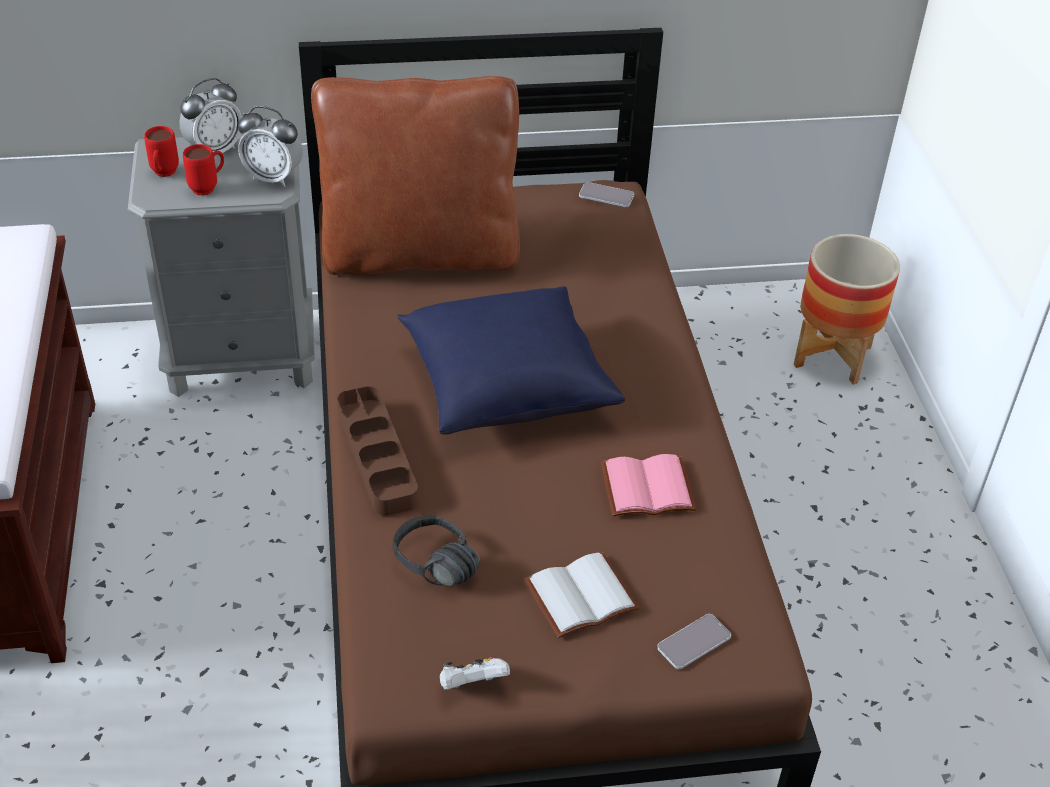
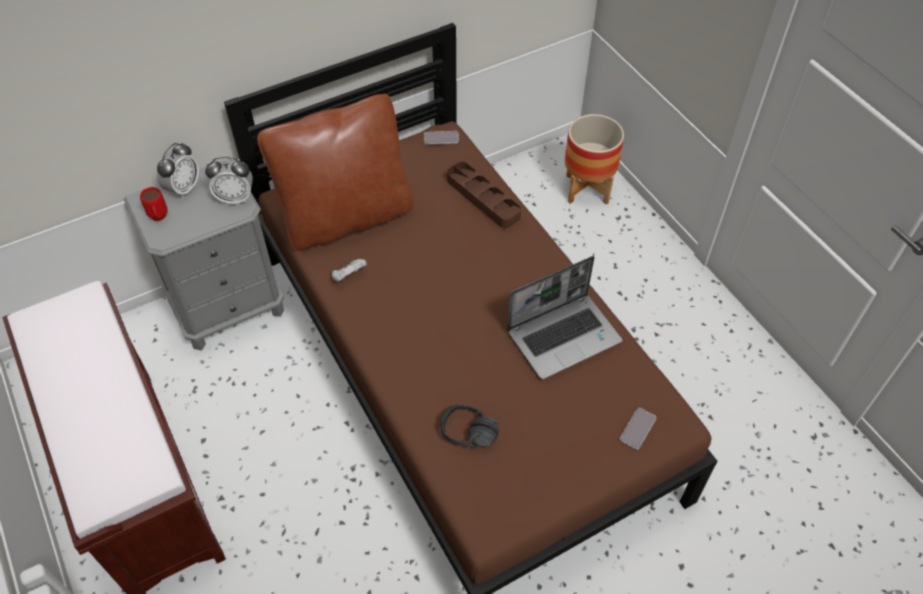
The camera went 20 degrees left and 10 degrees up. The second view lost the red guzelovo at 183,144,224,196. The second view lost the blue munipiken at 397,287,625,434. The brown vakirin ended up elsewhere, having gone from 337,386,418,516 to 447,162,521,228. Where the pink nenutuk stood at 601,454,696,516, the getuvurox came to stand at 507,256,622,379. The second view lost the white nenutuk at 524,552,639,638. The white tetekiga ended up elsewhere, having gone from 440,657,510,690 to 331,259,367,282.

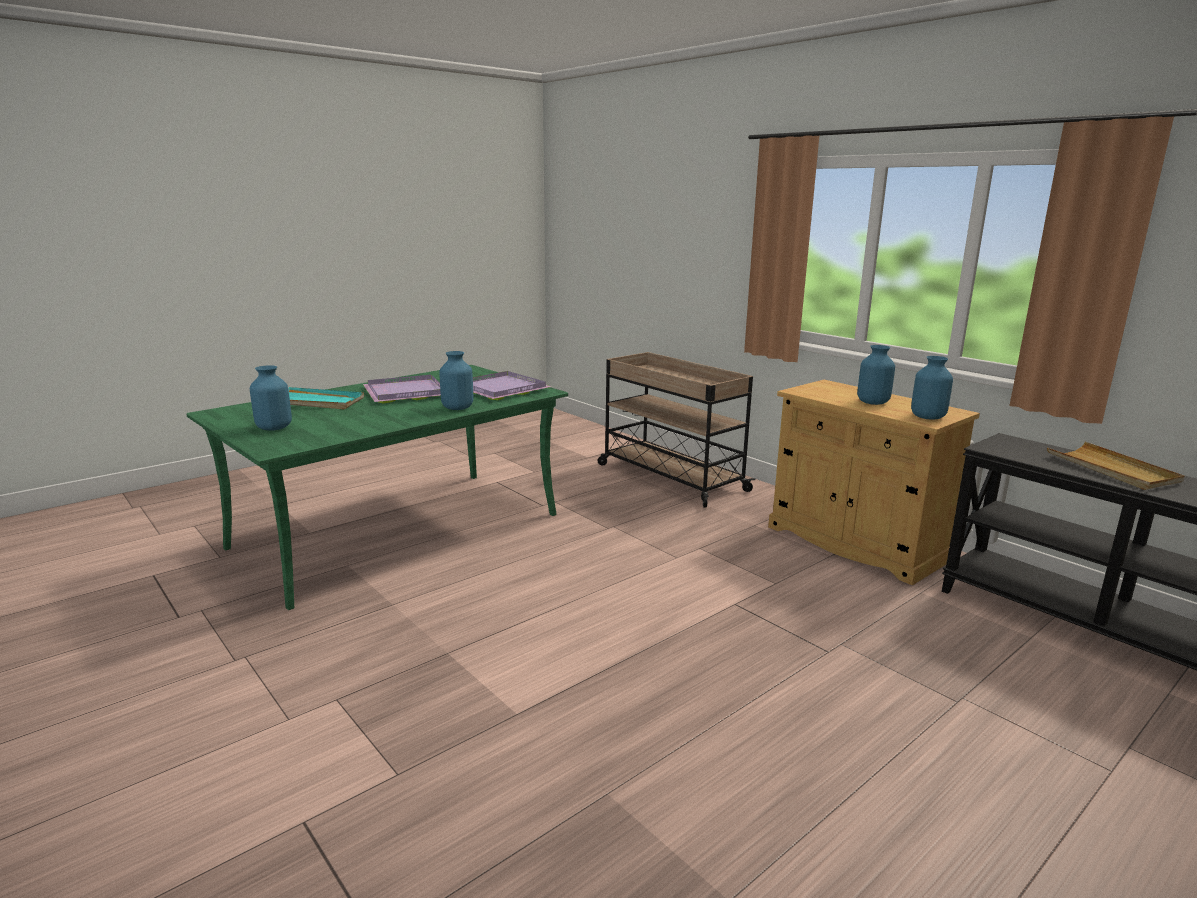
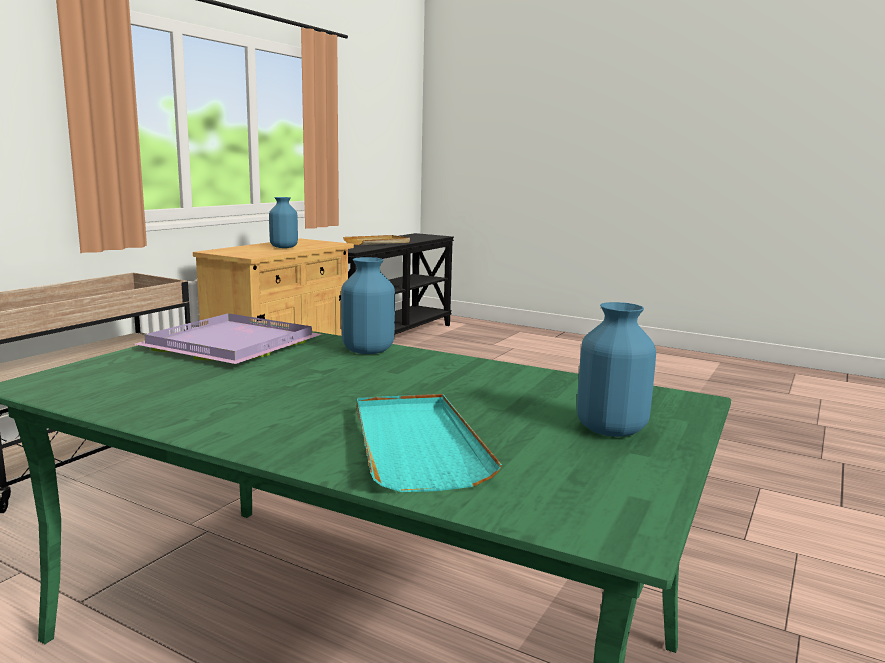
The camera went 110 degrees left and 5 degrees down. The second view lost the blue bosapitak at 911,356,953,420. The second view lost the purple vakirin at 363,375,441,404.

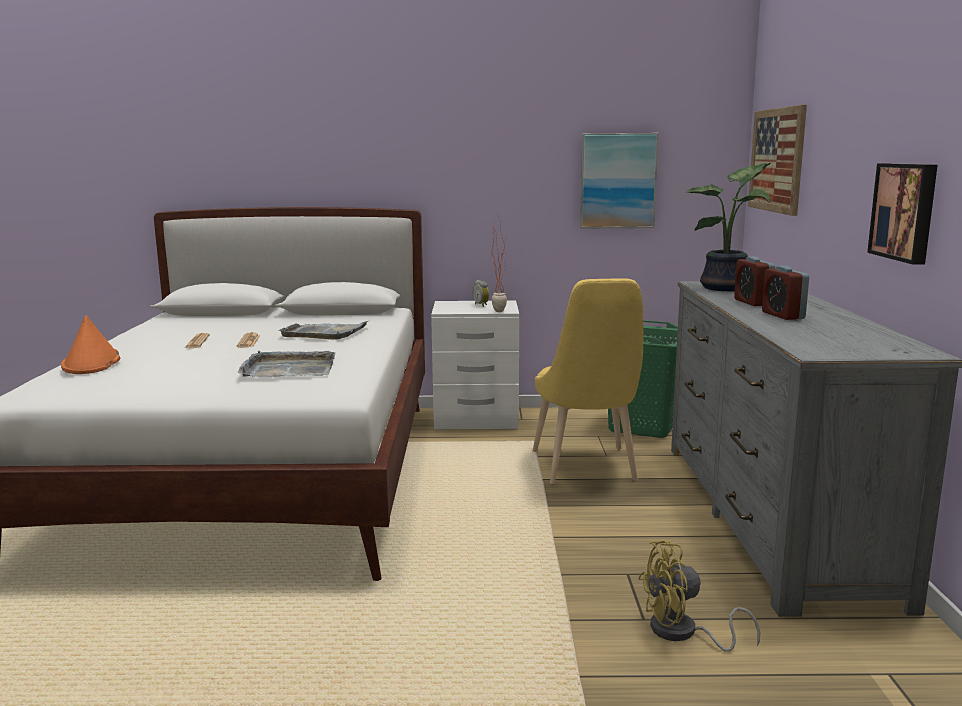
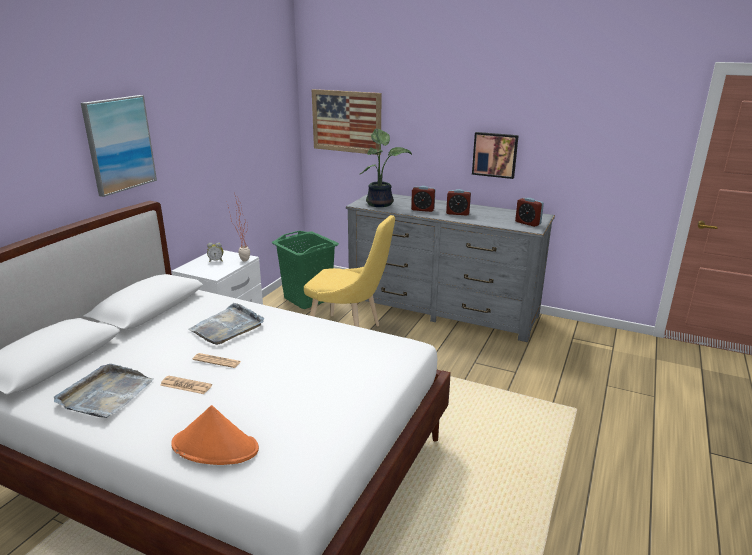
The camera went 65 degrees left and 10 degrees up. The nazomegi ended up elsewhere, having gone from 580,133,659,229 to 81,95,157,197. The grey vakirin ended up elsewhere, having gone from 238,350,335,377 to 54,364,154,418. The second view lost the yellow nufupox at 638,540,760,652. The second view gained the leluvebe at 515,198,544,227.

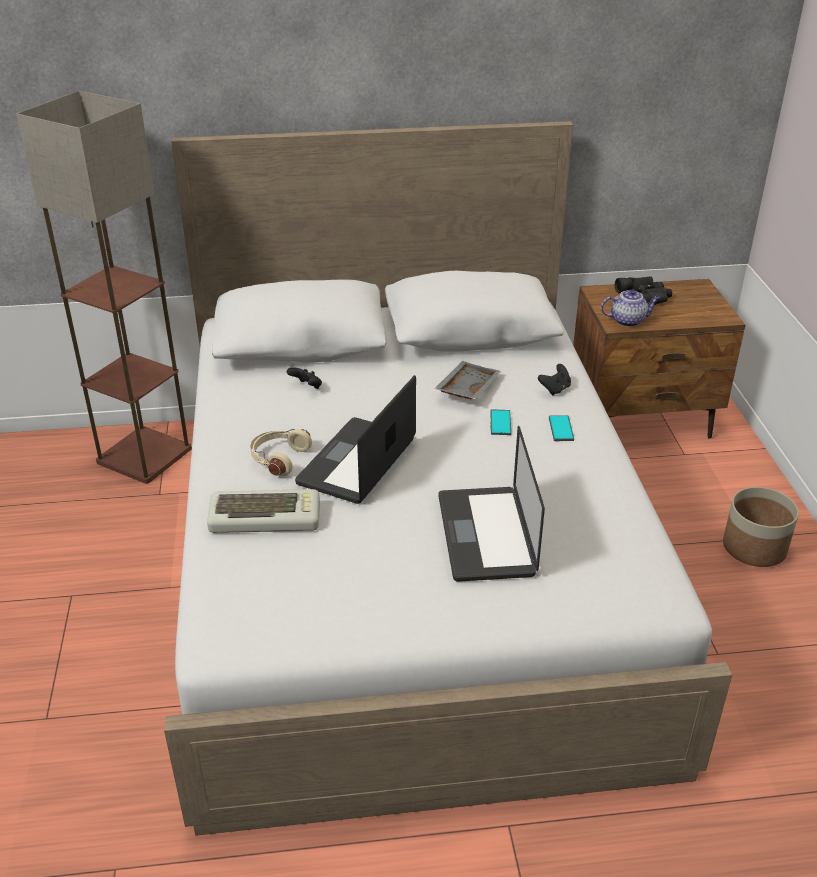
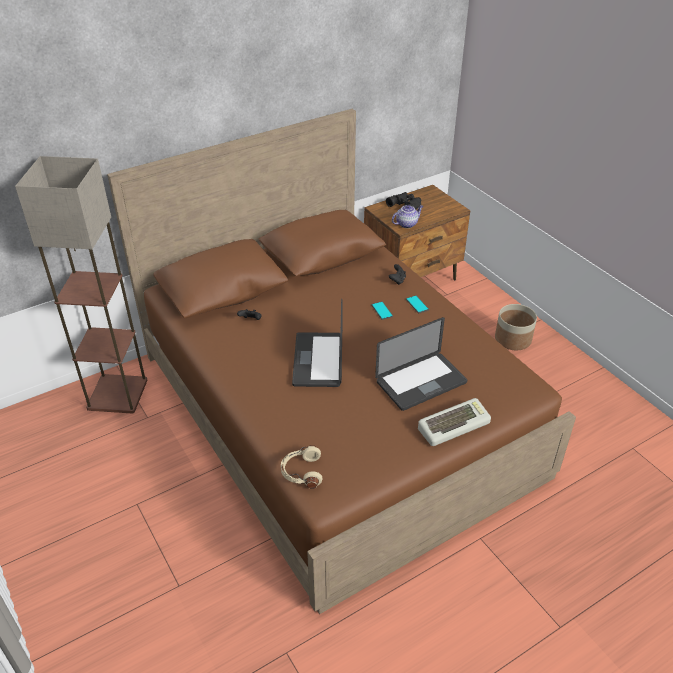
The camera went 25 degrees left and 5 degrees up. What was the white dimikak at 164,121,732,836 turned into the brown dimikak at 107,109,576,614. The second view lost the grey vakirin at 434,361,502,400. The getuvurox at 439,426,545,582 ended up facing another way, 90 degrees counterclockwise from before. The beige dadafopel ended up elsewhere, having gone from 250,429,312,476 to 281,445,322,489. The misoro ended up elsewhere, having gone from 207,489,320,533 to 418,398,491,446.

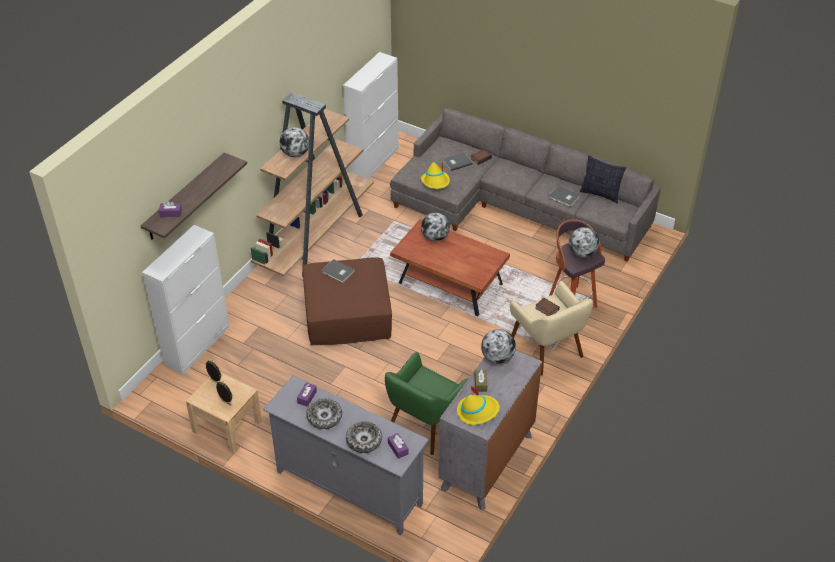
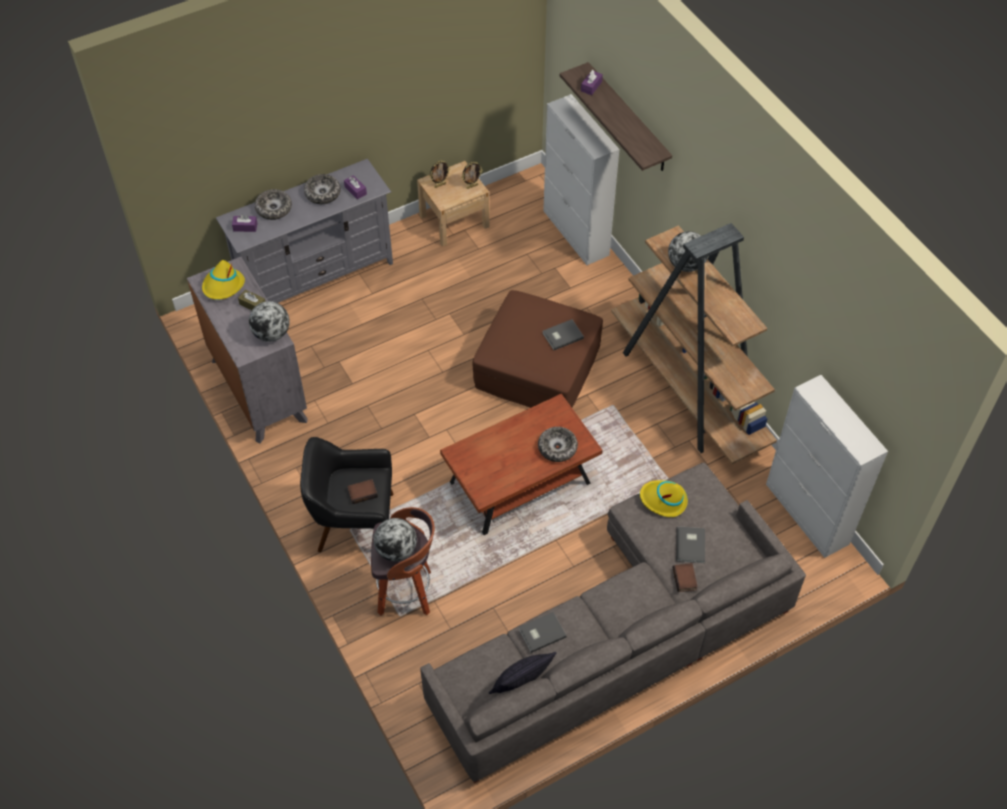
The camera went 120 degrees right and 10 degrees up. Where the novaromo stood at 421,213,450,242, the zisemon came to stand at 538,427,578,462. What was the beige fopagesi at 510,281,593,376 turned into the black fopagesi at 300,437,394,552. The second view lost the green fopagesi at 385,352,468,455.

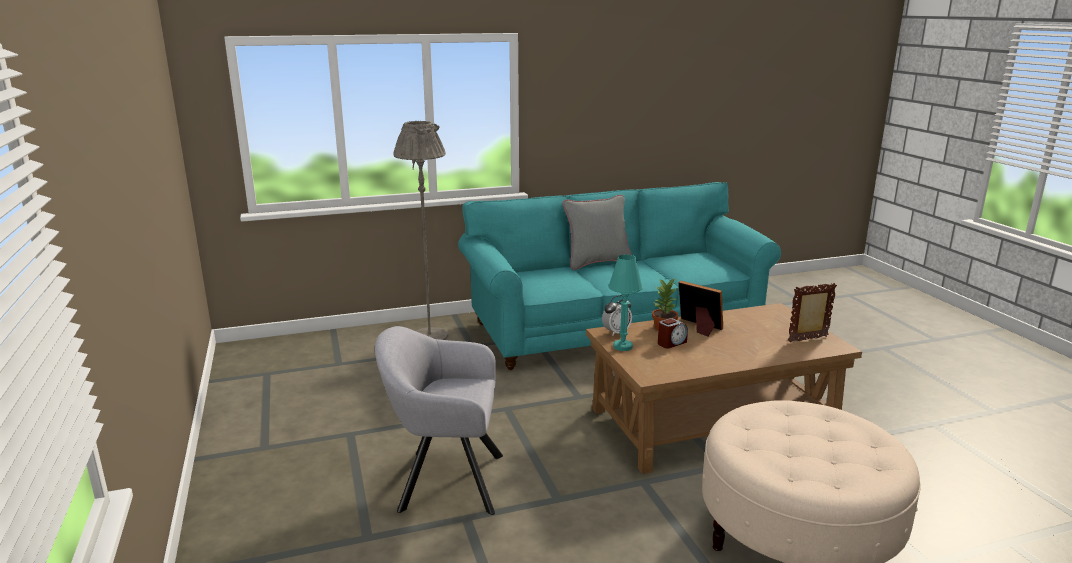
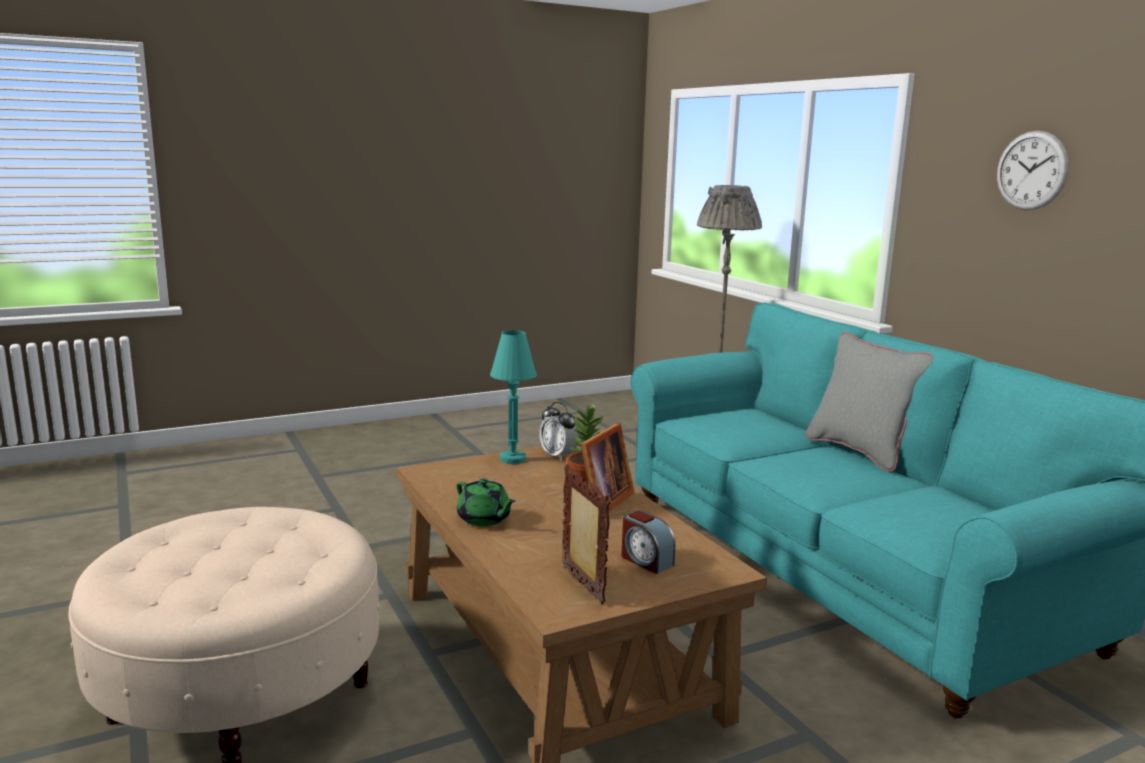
The camera went 80 degrees right and 5 degrees down. The leluvebe ended up elsewhere, having gone from 658,318,688,348 to 621,511,675,574. The second view lost the grey fopagesi at 375,326,503,515. The second view gained the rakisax at 997,131,1069,210. The second view gained the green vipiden at 457,479,516,526.

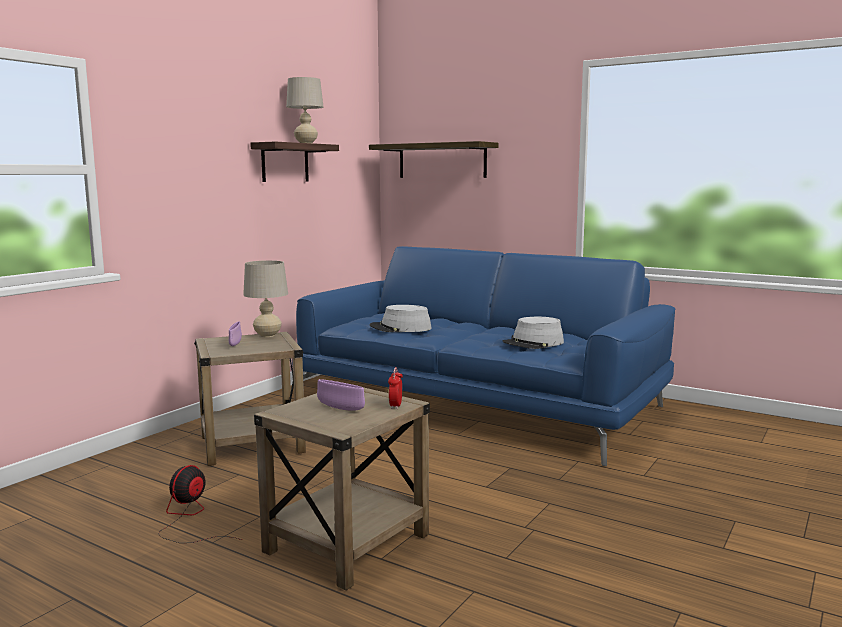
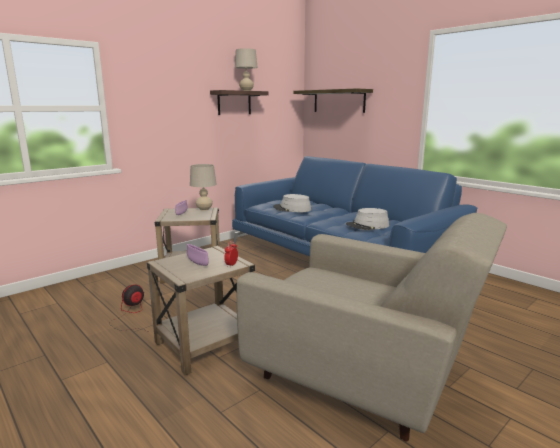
The camera went 15 degrees right and 5 degrees up. The second view gained the beige fopagesi at 237,213,507,441.

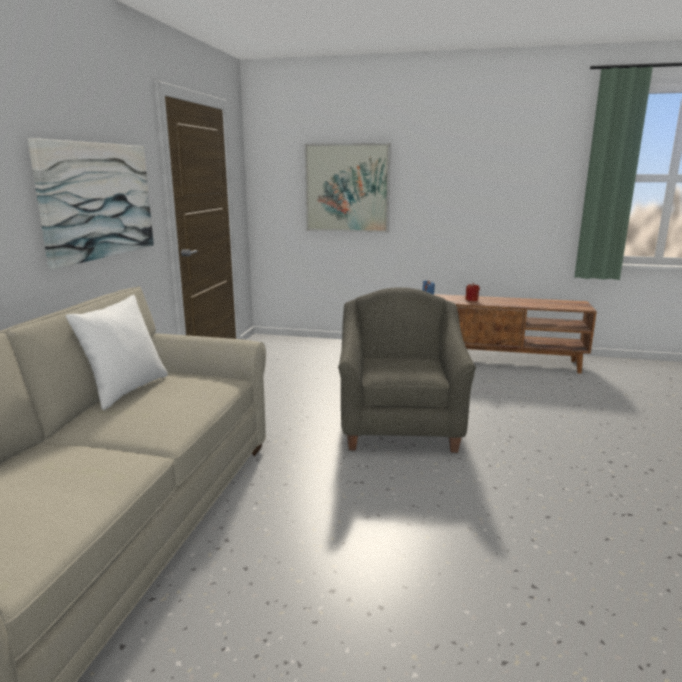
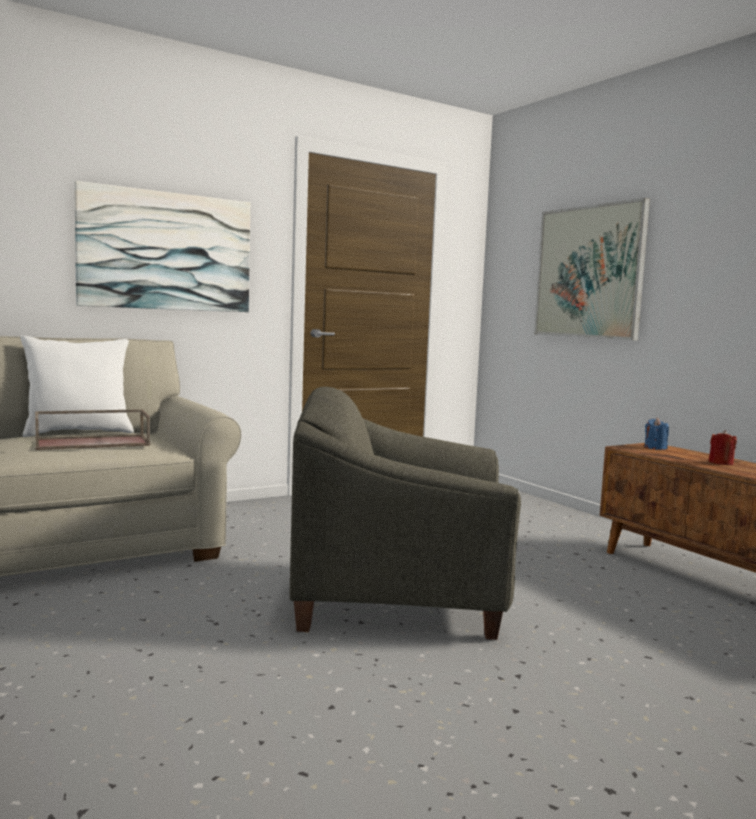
The camera went 45 degrees right and 10 degrees down. The grey fopagesi at 338,287,476,453 ended up facing another way, 135 degrees counterclockwise from before. The second view gained the brown vakirin at 35,409,150,450.

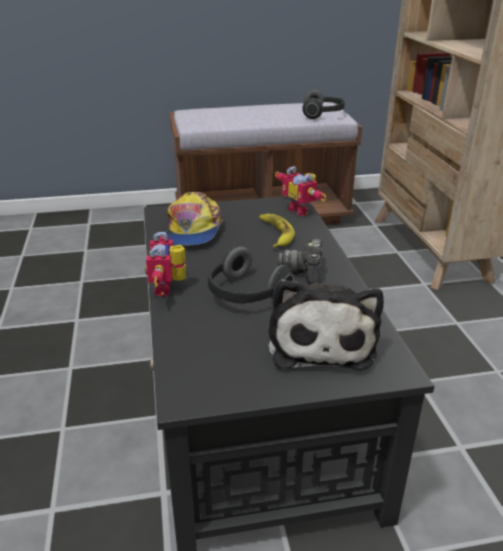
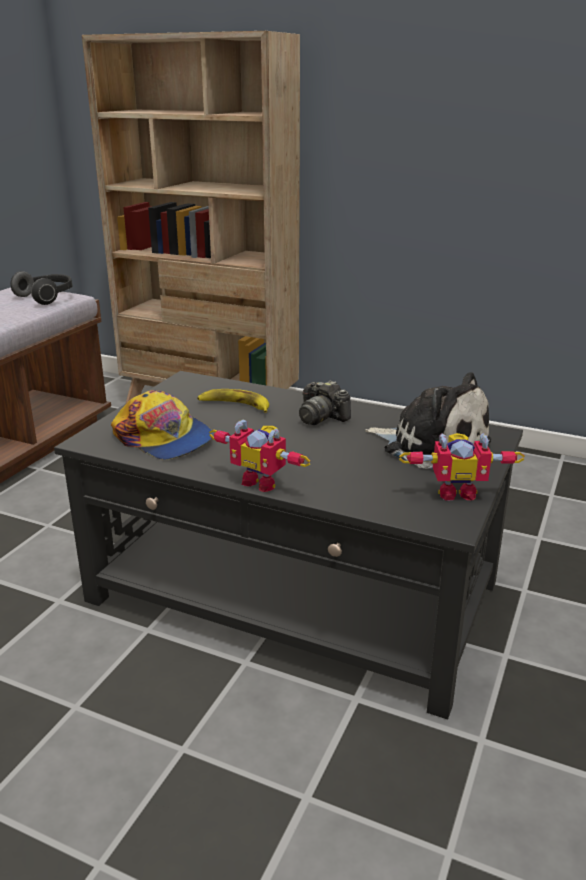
The camera went 55 degrees left and 5 degrees down. The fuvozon ended up elsewhere, having gone from 275,166,327,216 to 399,433,525,501. The second view lost the dadafopel at 208,246,294,304.

